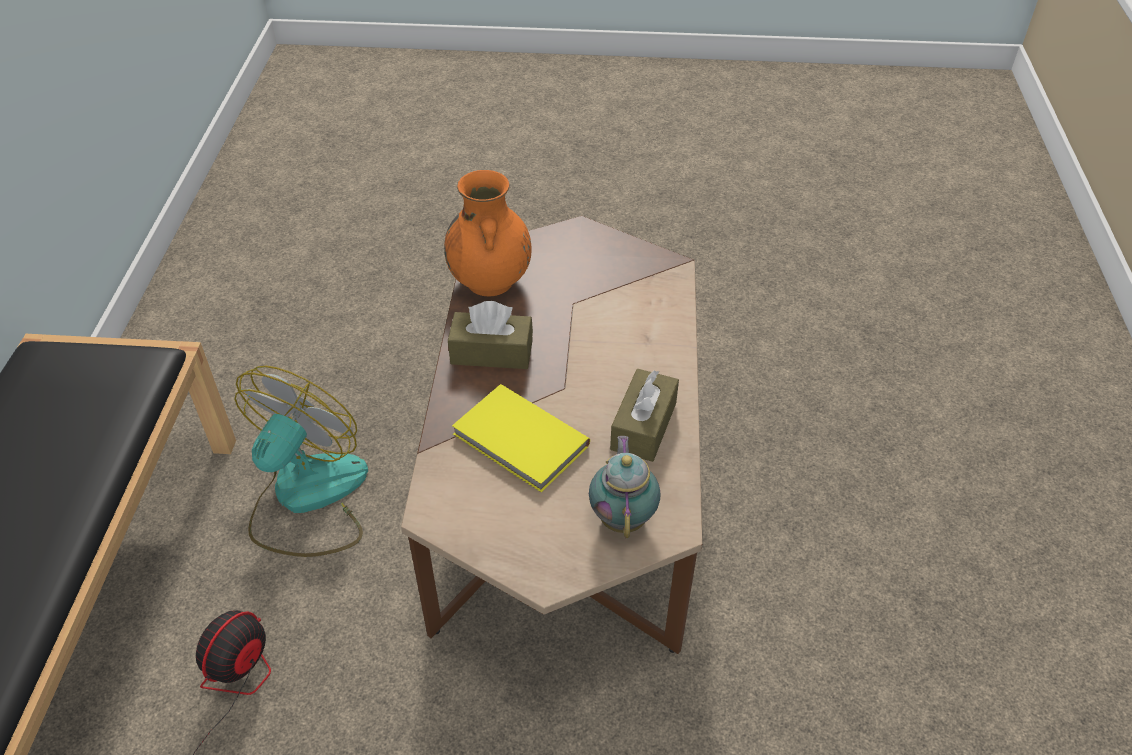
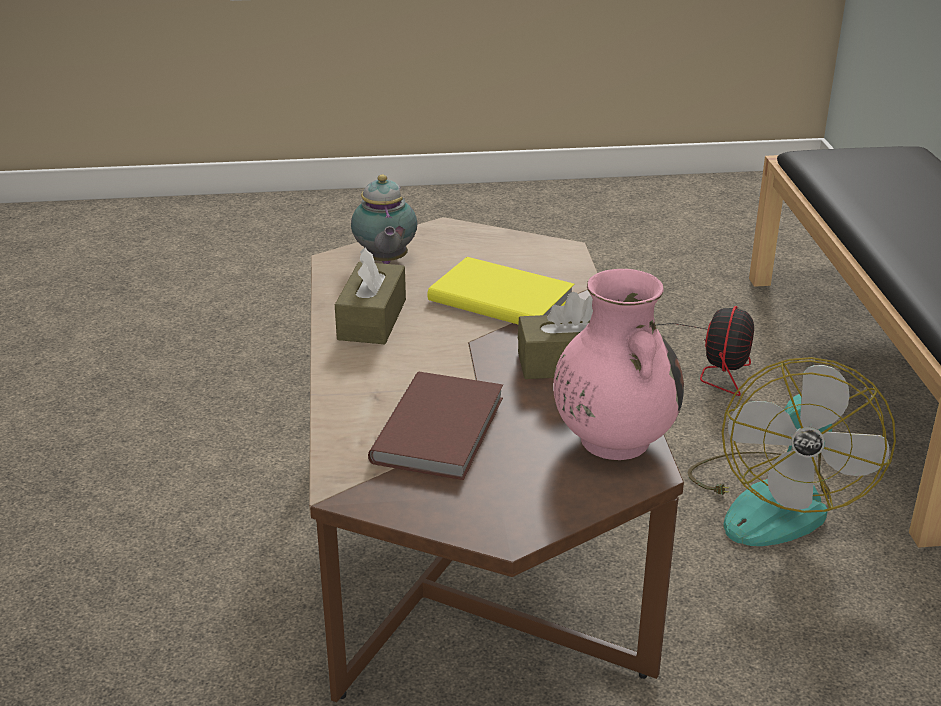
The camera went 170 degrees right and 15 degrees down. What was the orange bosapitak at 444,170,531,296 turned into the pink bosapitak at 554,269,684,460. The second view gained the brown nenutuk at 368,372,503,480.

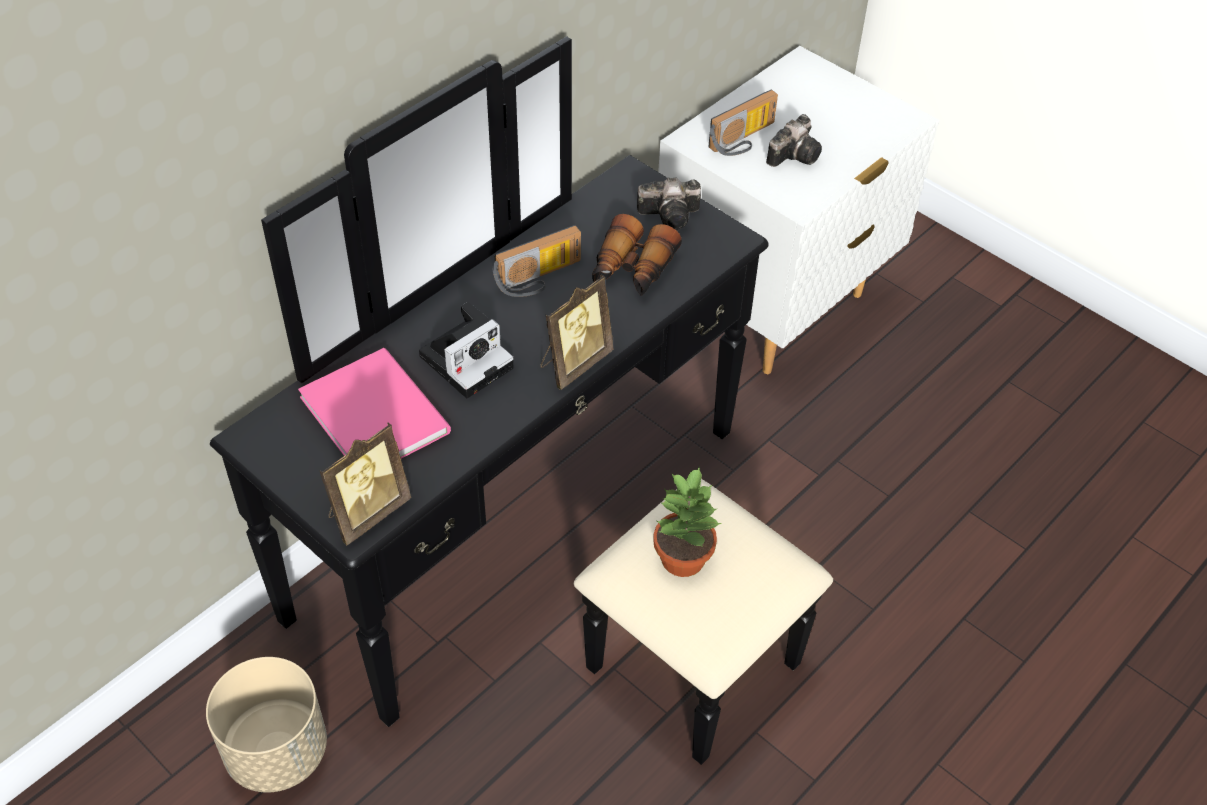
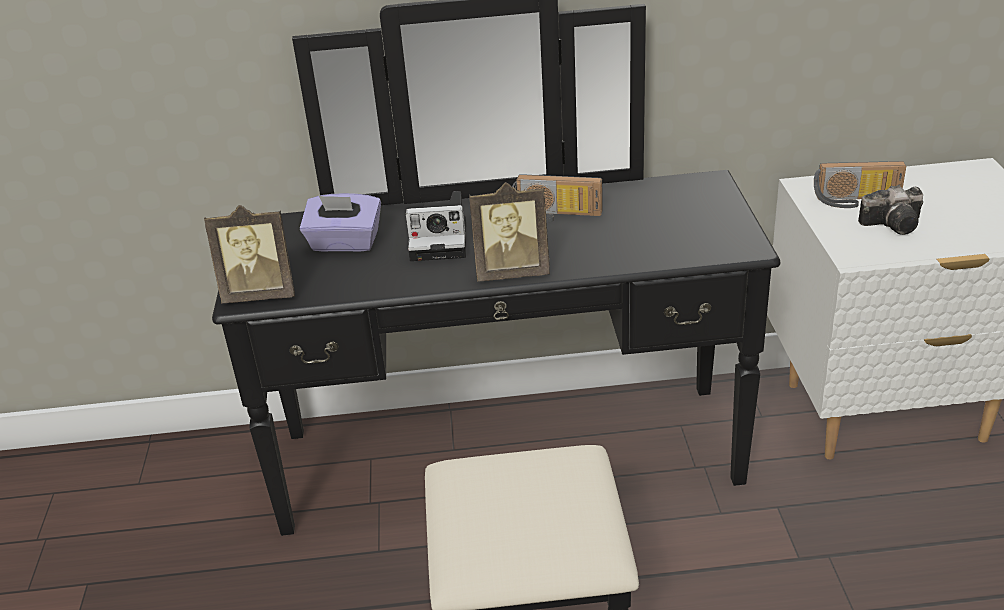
The camera went 45 degrees right and 15 degrees down. The second view lost the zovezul at 637,177,701,230. The second view lost the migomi at 592,214,682,296. Where the pink nenutuk stood at 298,348,451,459, the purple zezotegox came to stand at 300,193,381,252. The second view lost the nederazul at 653,466,722,577. The second view lost the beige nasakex at 206,657,327,793.

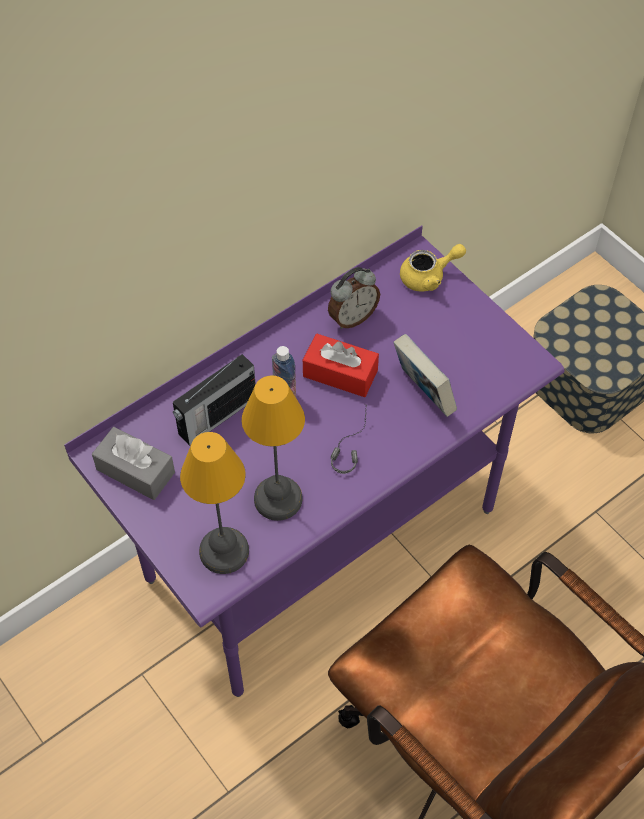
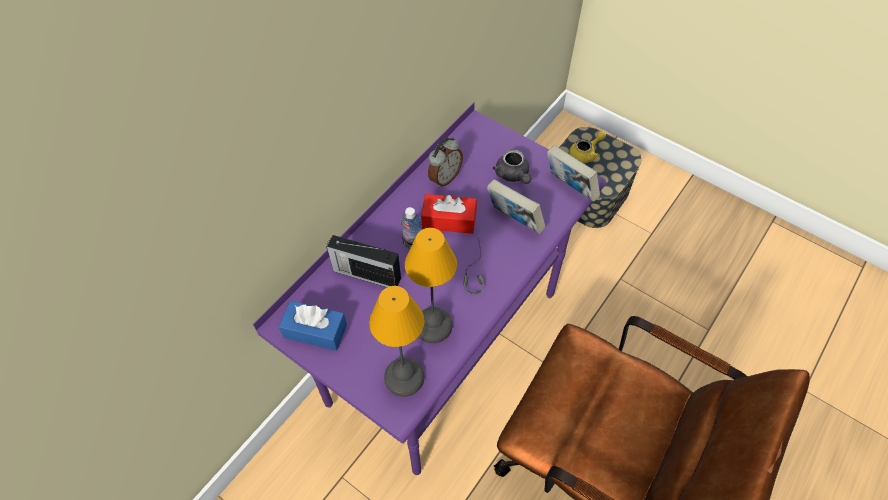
The camera went 15 degrees left and 0 degrees up. The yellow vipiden ended up elsewhere, having gone from 400,244,466,292 to 569,131,606,163. The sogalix at 173,354,256,446 ended up facing another way, 75 degrees clockwise from before. What was the grey zezotegox at 92,427,175,500 turned into the blue zezotegox at 278,301,347,351. The second view gained the nenutuk at 547,145,600,202. The second view gained the grey vipiden at 493,149,532,184.

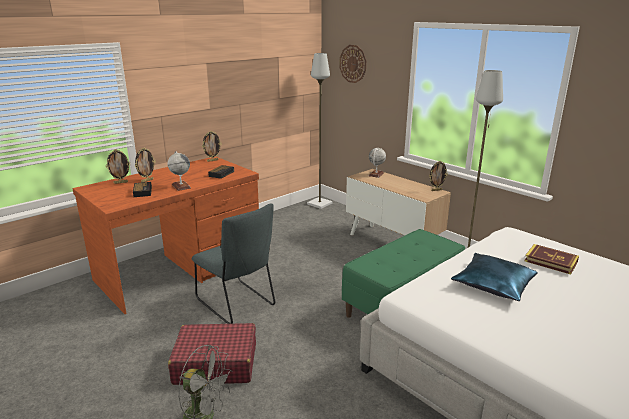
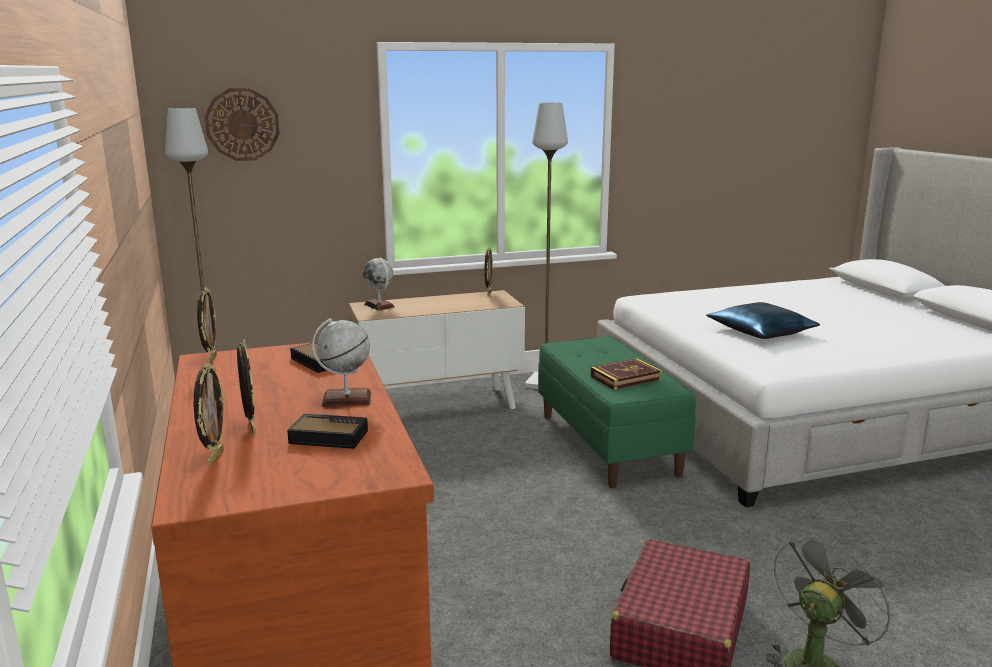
The camera went 65 degrees left and 5 degrees down. The second view lost the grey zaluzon at 192,204,275,324. The nenutuk ended up elsewhere, having gone from 525,244,579,275 to 591,358,662,390.

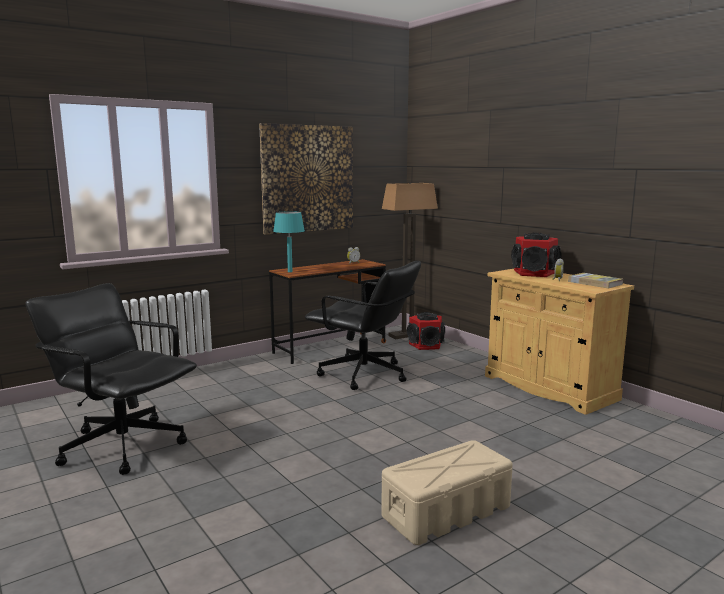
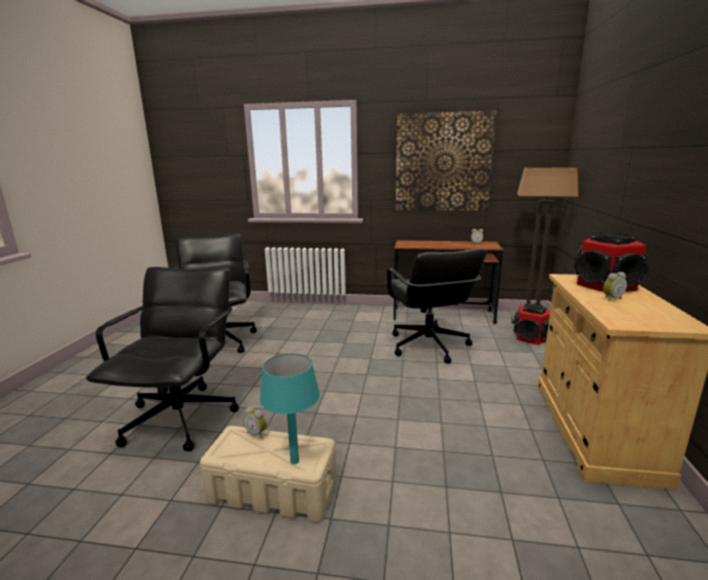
The camera went 45 degrees right and 5 degrees up. The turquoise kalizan ended up elsewhere, having gone from 273,211,305,272 to 260,353,320,464. The second view lost the nenutuk at 568,273,623,289. The second view gained the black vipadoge at 86,267,239,452. The second view gained the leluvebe at 243,407,267,439.

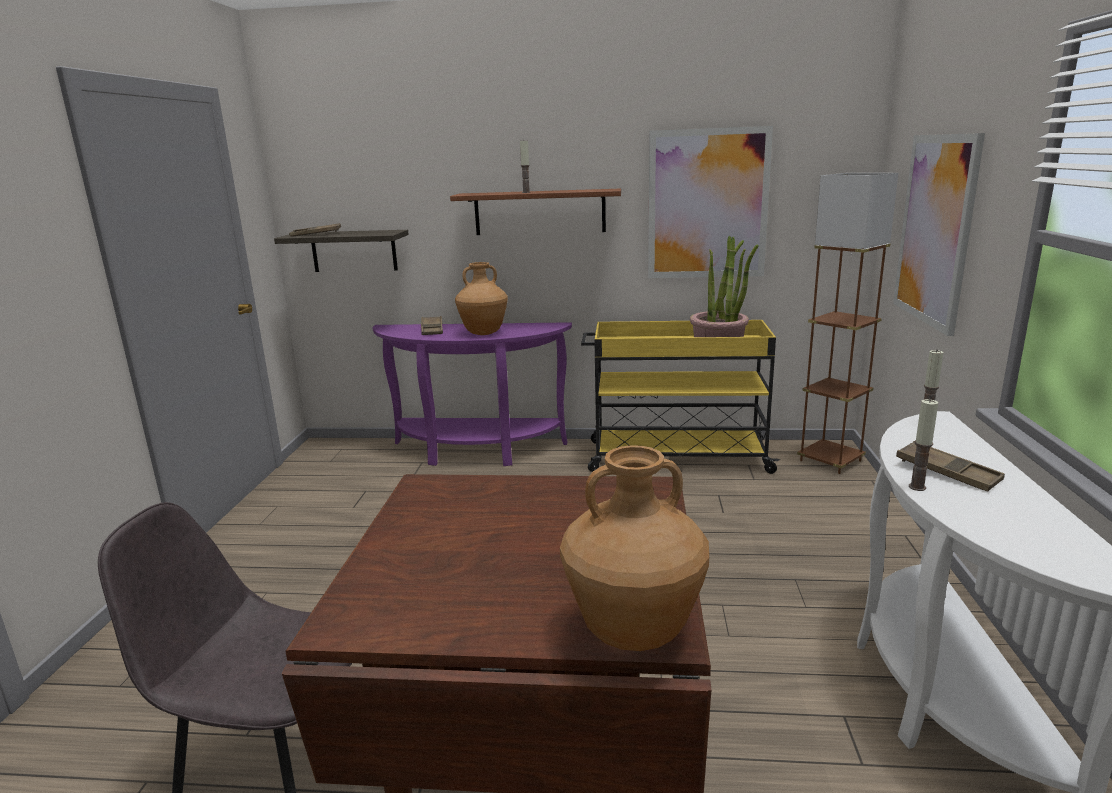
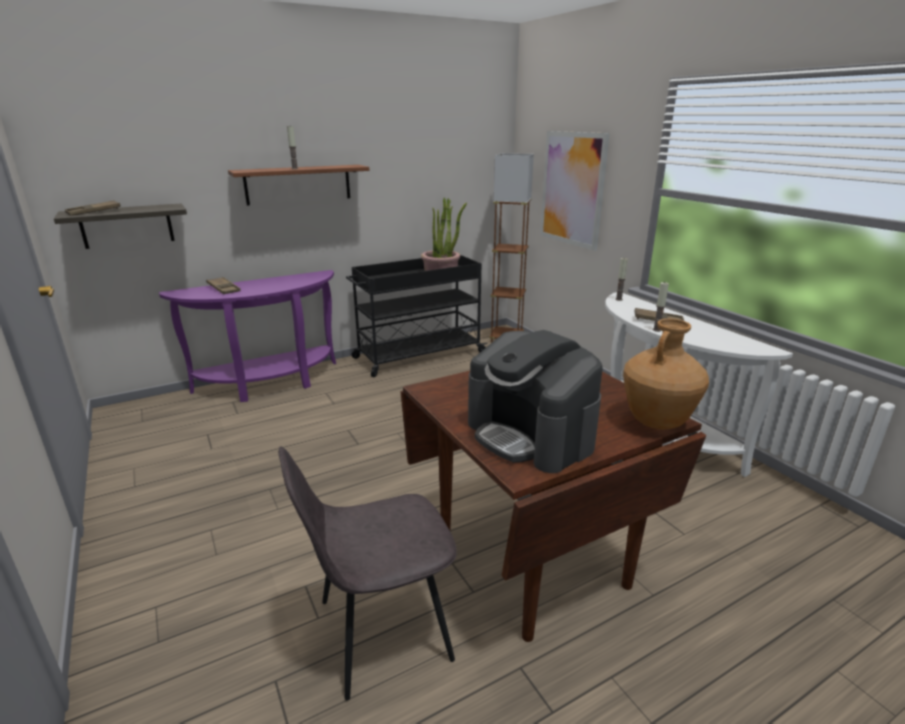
The camera went 35 degrees left and 5 degrees up. The second view lost the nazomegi at 648,126,773,278. The second view lost the brown bosapitak at 455,262,508,335. What was the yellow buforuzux at 581,320,780,474 turned into the black buforuzux at 346,255,488,377. The second view gained the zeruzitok at 468,330,603,473.

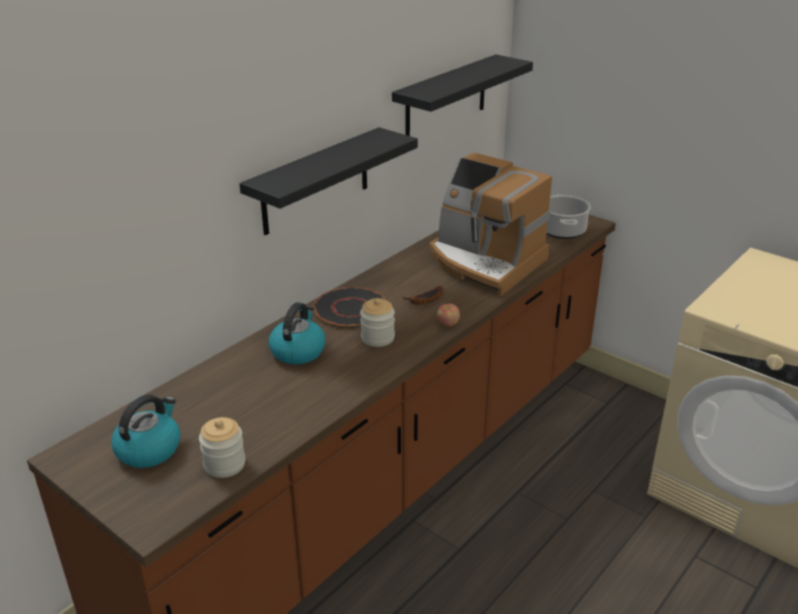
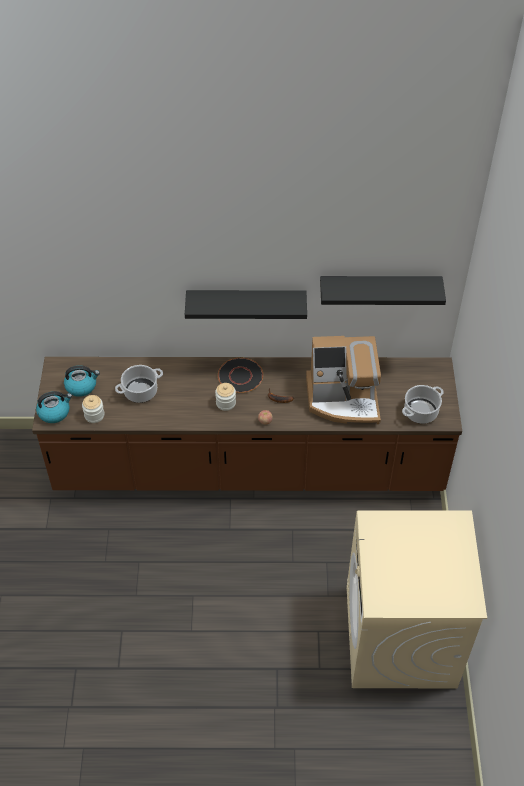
The camera went 50 degrees right and 20 degrees up. The zeruzitok at 430,152,552,296 ended up facing another way, 90 degrees counterclockwise from before. The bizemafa ended up elsewhere, having gone from 269,302,325,365 to 36,391,72,423. The second view gained the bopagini at 115,365,163,403.

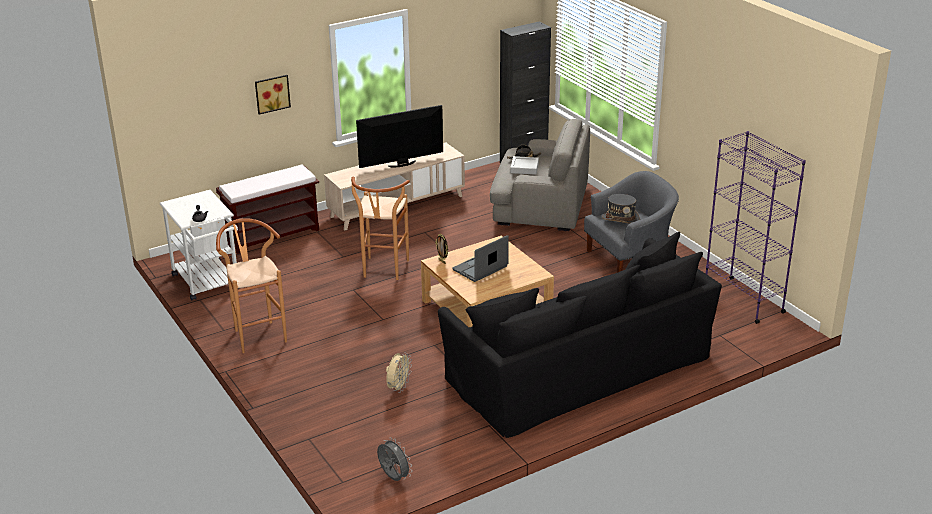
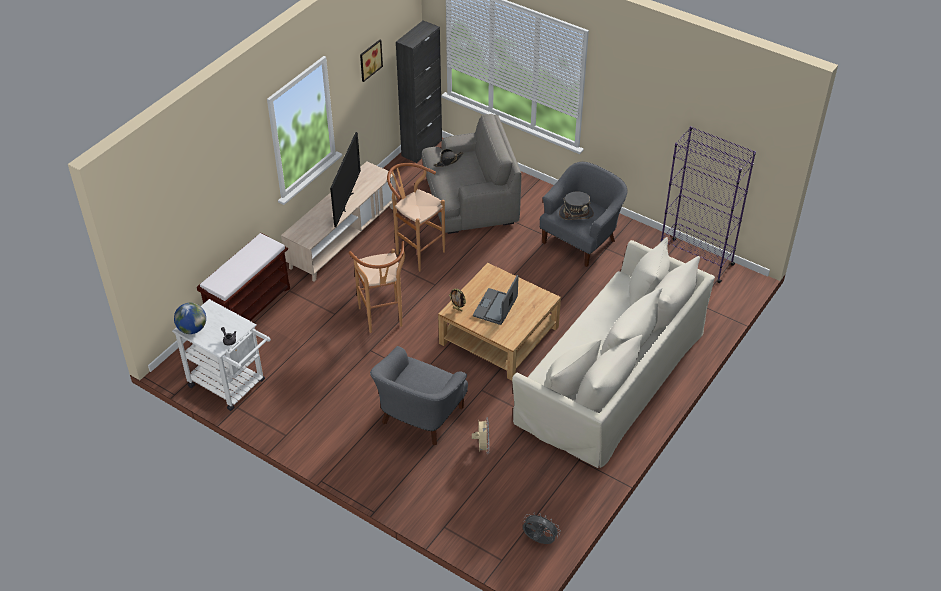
The camera went 25 degrees left and 15 degrees up. The nazomegi ended up elsewhere, having gone from 255,75,291,115 to 360,40,383,82. The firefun at 356,105,443,168 ended up facing another way, 150 degrees clockwise from before. The second view lost the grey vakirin at 510,156,539,175. The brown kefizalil ended up elsewhere, having gone from 216,218,287,353 to 387,163,445,271. What was the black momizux at 438,232,722,438 turned into the beige momizux at 512,237,715,468. The second view gained the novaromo at 174,303,206,334. The second view gained the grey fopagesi at 370,346,468,445.

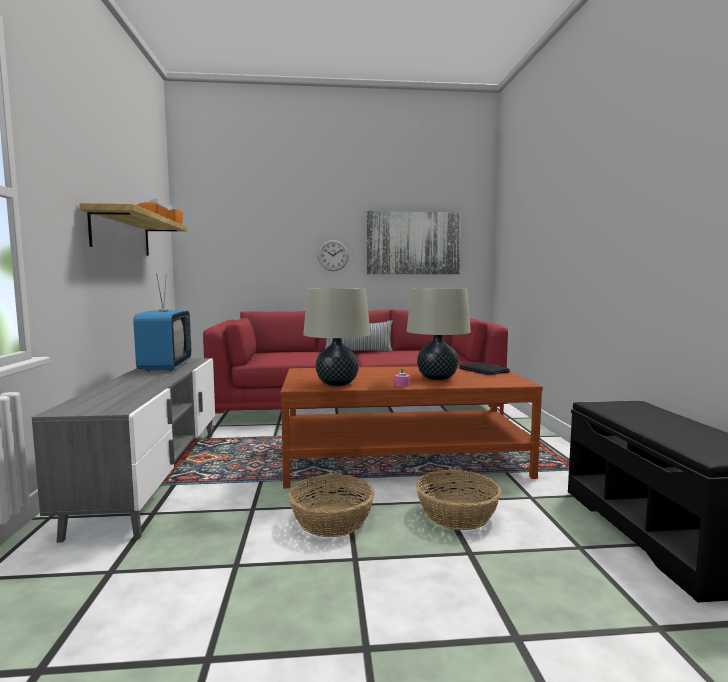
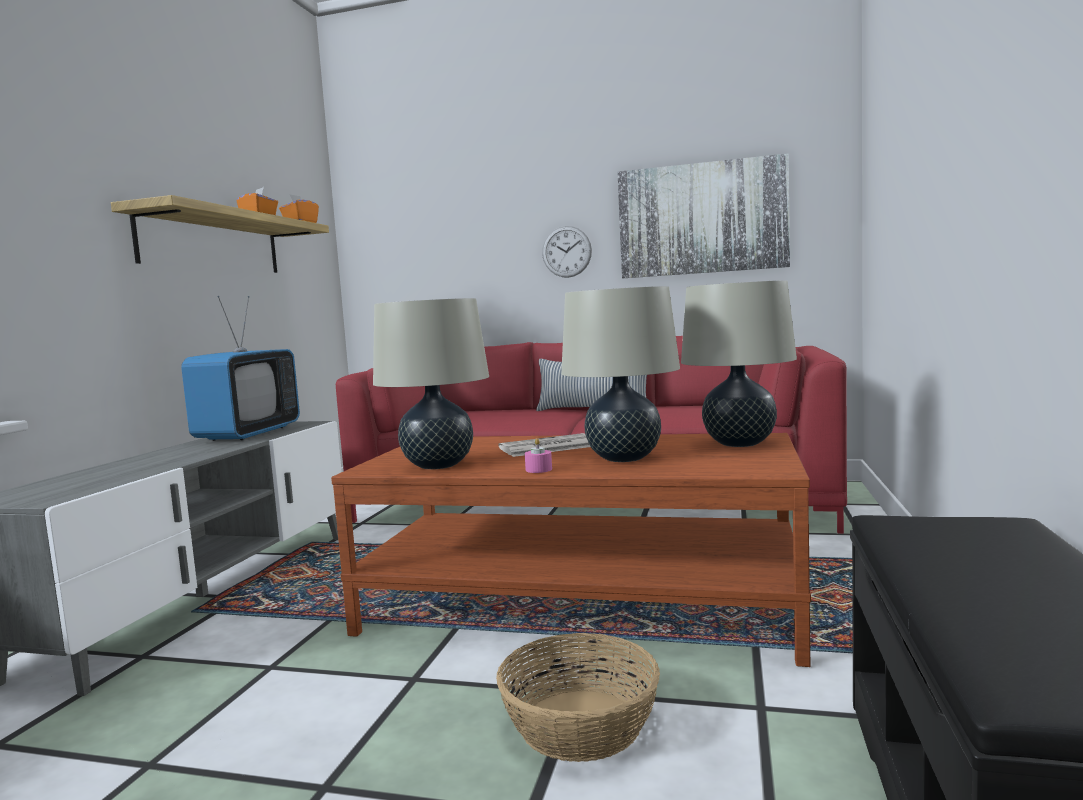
The camera went 20 degrees right and 0 degrees up. Where the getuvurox stood at 459,362,510,375, the beige kalizan came to stand at 681,280,797,447. The second view lost the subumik at 288,474,375,537. The second view gained the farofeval at 498,433,590,457.

